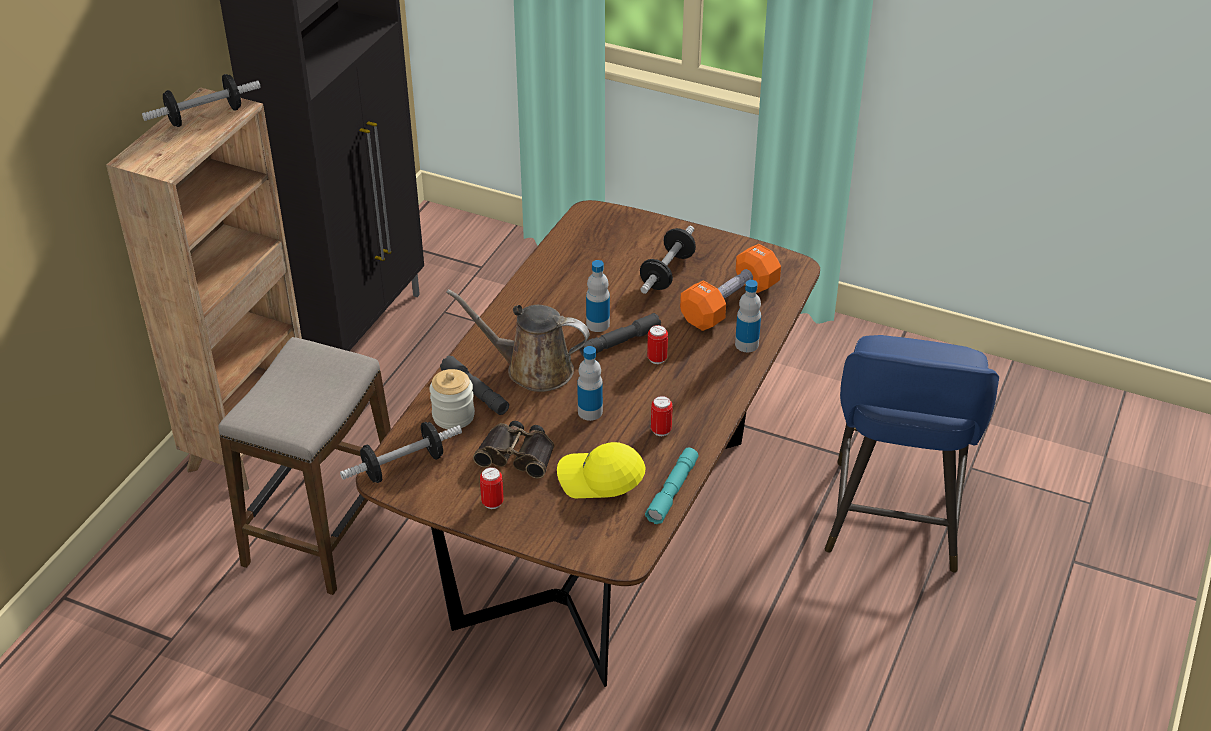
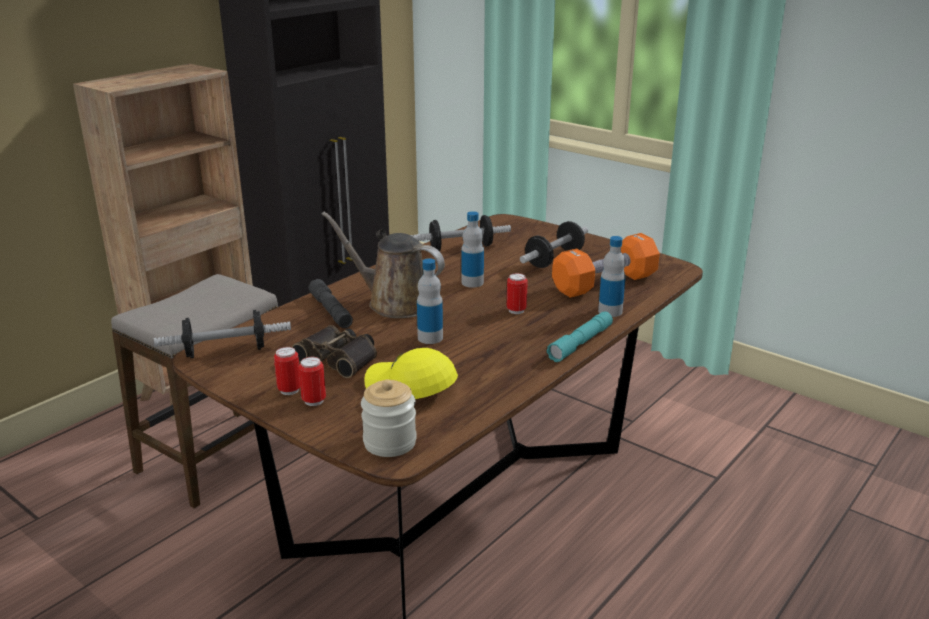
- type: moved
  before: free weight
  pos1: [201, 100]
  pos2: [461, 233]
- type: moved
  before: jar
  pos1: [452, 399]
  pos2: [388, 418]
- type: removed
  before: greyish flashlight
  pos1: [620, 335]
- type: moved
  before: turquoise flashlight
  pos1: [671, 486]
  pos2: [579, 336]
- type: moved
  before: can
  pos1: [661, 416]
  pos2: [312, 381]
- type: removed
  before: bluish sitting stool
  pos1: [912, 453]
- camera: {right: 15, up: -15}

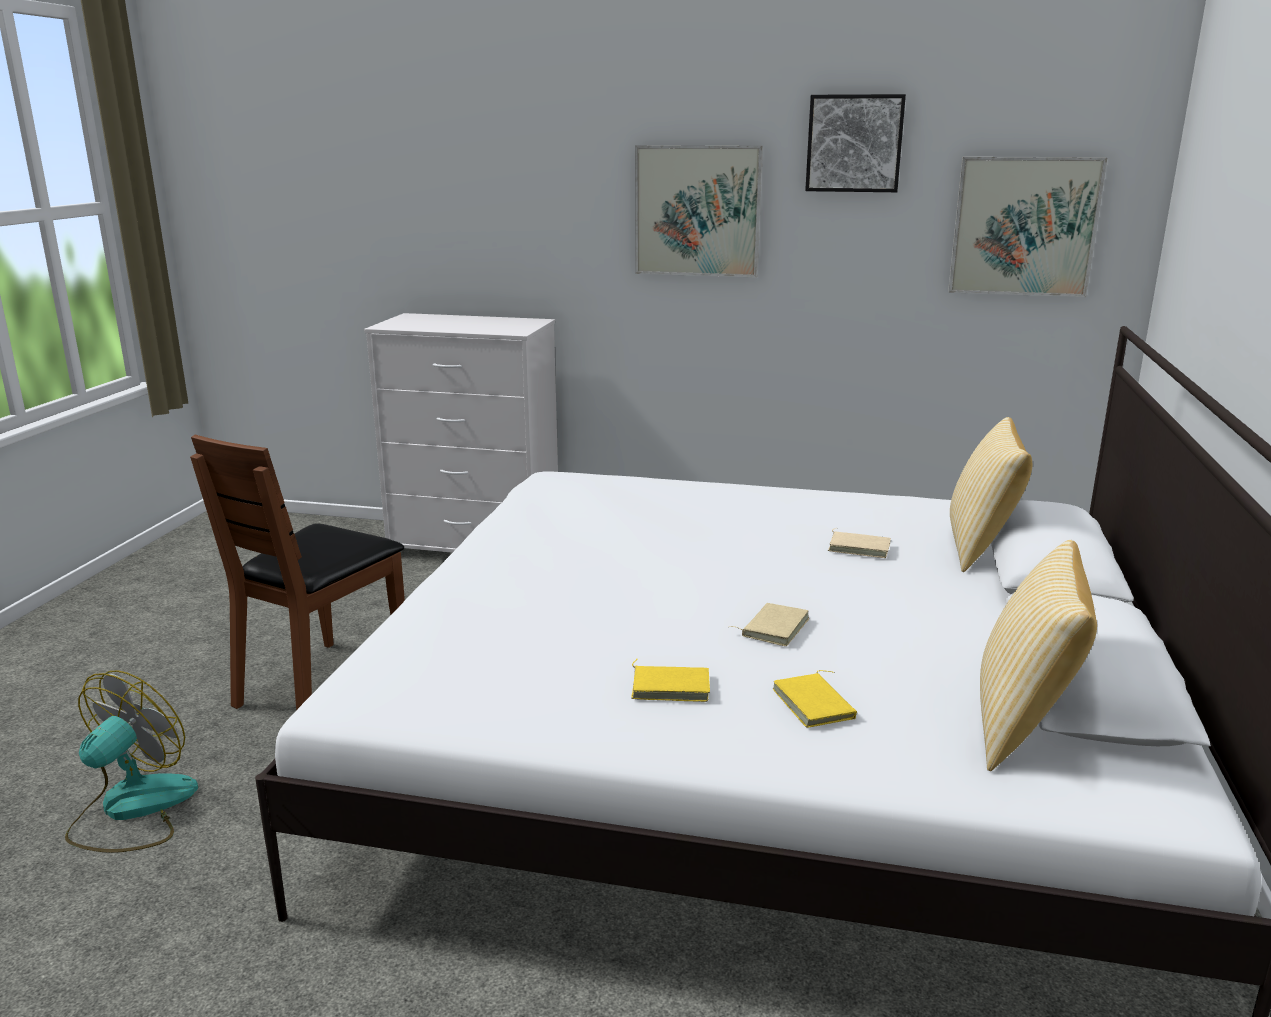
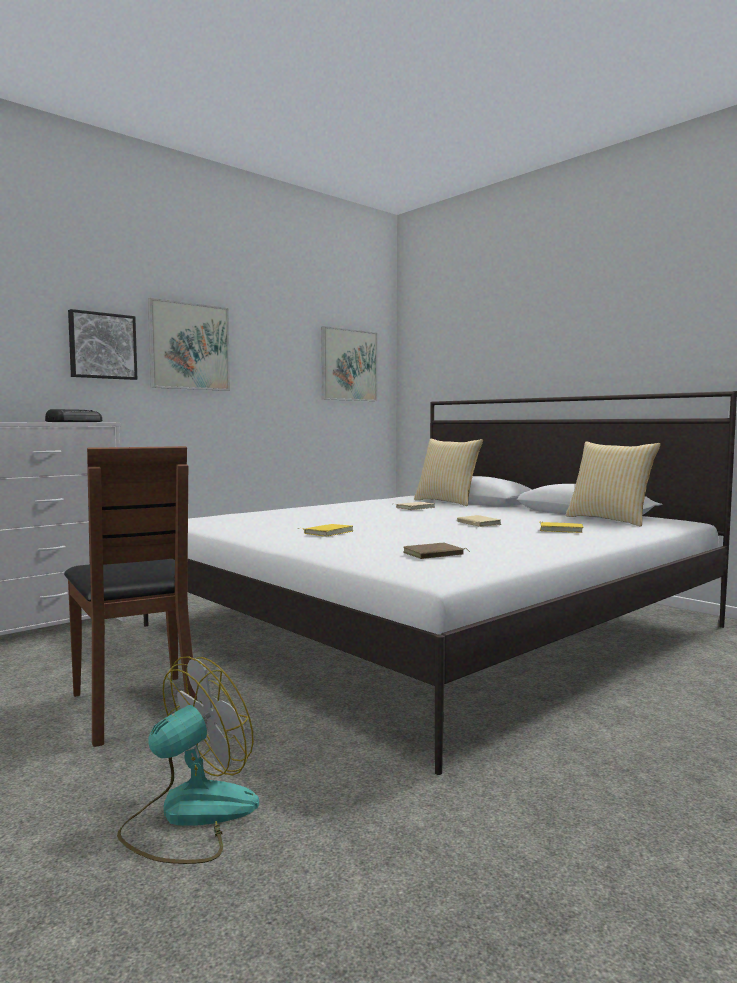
- type: turned
  before: fan
  pos1: [131, 761]
  pos2: [188, 760]
  turn: 75
- type: moved
  before: yellow volume
  pos1: [670, 680]
  pos2: [325, 530]
- type: moved
  before: wall art
  pos1: [855, 143]
  pos2: [102, 344]
- type: added
  after: radio set
  pos2: [73, 415]
- type: added
  after: brown volume
  pos2: [436, 551]
- camera: {right: -55, up: -15}

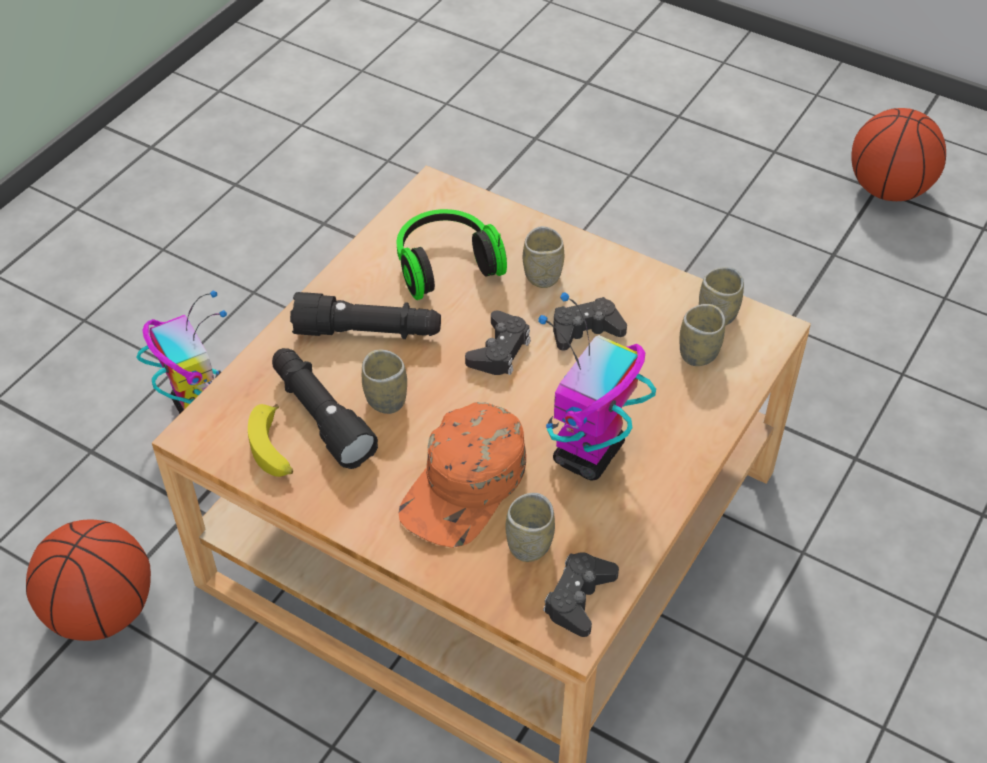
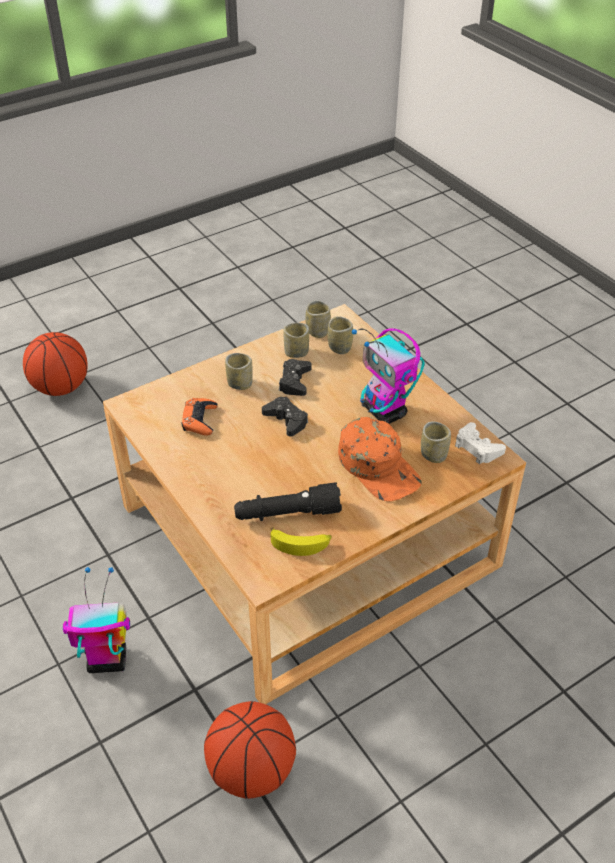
- type: removed
  before: black-coloured flashlight
  pos1: [365, 315]
- type: moved
  before: small cup
  pos1: [384, 382]
  pos2: [296, 340]
- type: replaced
  before: headset
  after: orange-coloured joypad
  pos1: [452, 254]
  pos2: [199, 417]
- type: recoloured
  before: black-coloured joypad
  after: white joypad
  pos1: [581, 594]
  pos2: [480, 443]
- type: moved
  before: ball for basketball
  pos1: [898, 154]
  pos2: [55, 364]
- camera: {right: -65, up: -5}

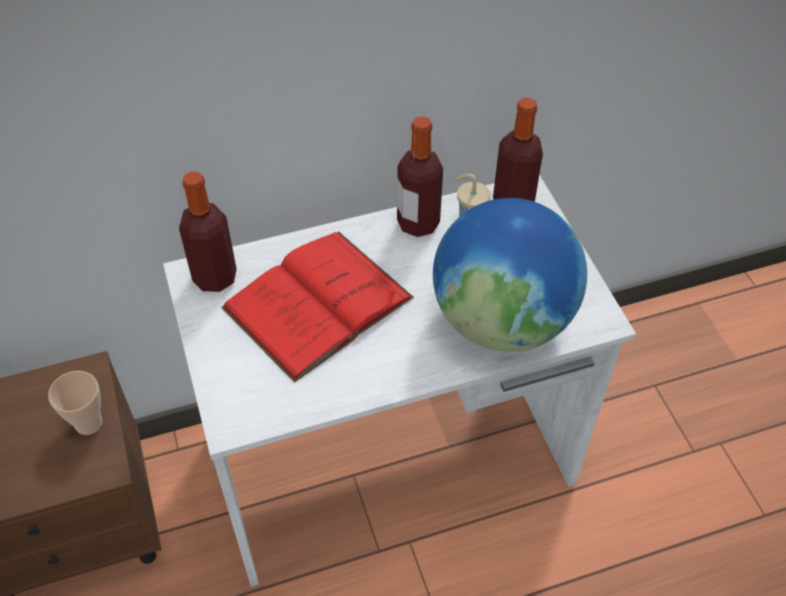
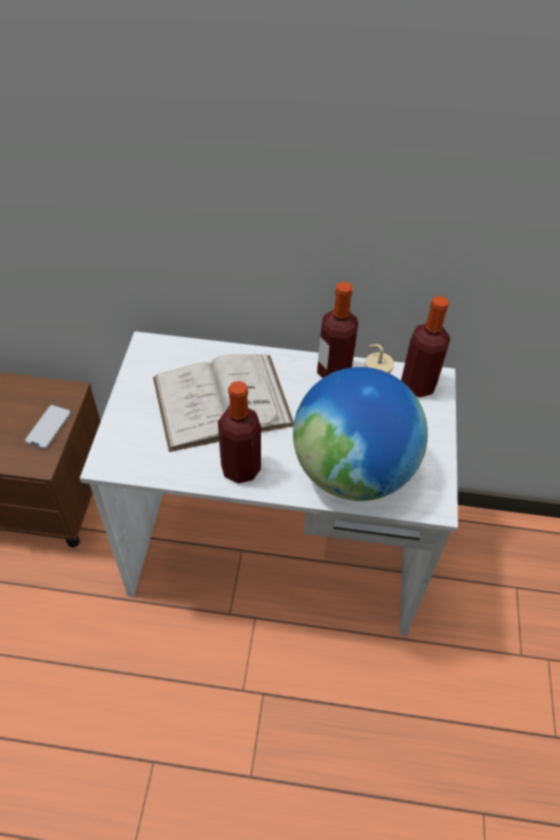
- type: replaced
  before: small cup
  after: telephone
  pos1: [75, 403]
  pos2: [48, 426]
- type: moved
  before: bottle
  pos1: [208, 232]
  pos2: [239, 432]
- type: recoloured
  before: red volume
  after: white volume
  pos1: [317, 307]
  pos2: [223, 403]
- camera: {right: 25, up: 0}

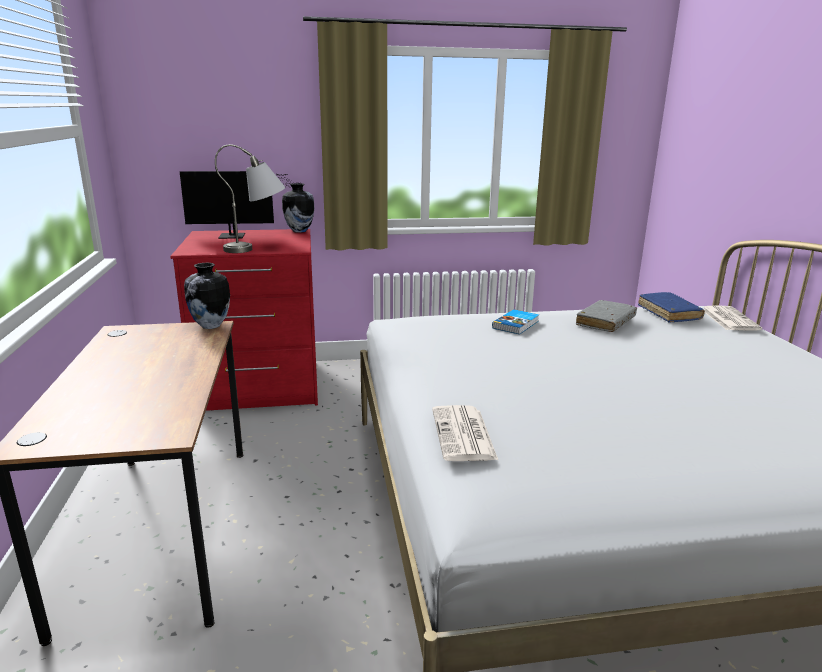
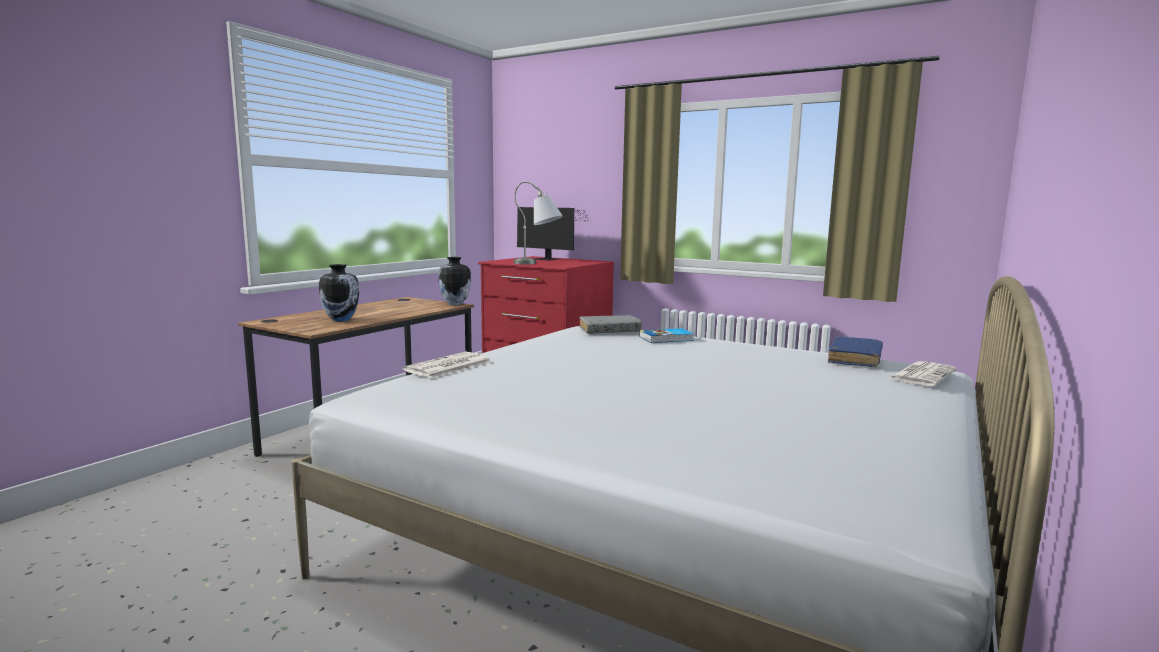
- type: moved
  before: vase
  pos1: [298, 208]
  pos2: [339, 293]
- type: moved
  before: greyish volume
  pos1: [606, 316]
  pos2: [610, 324]
- camera: {right: 40, up: -10}

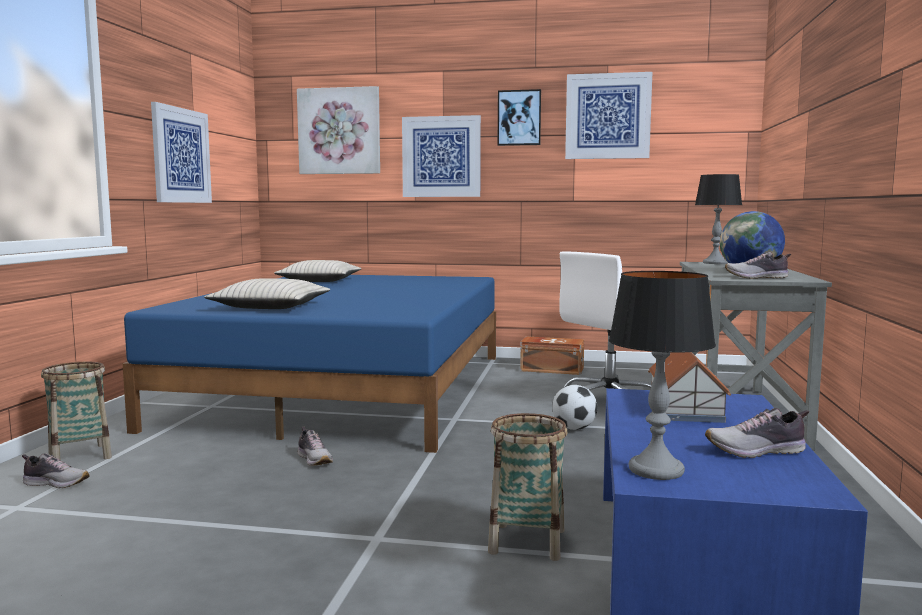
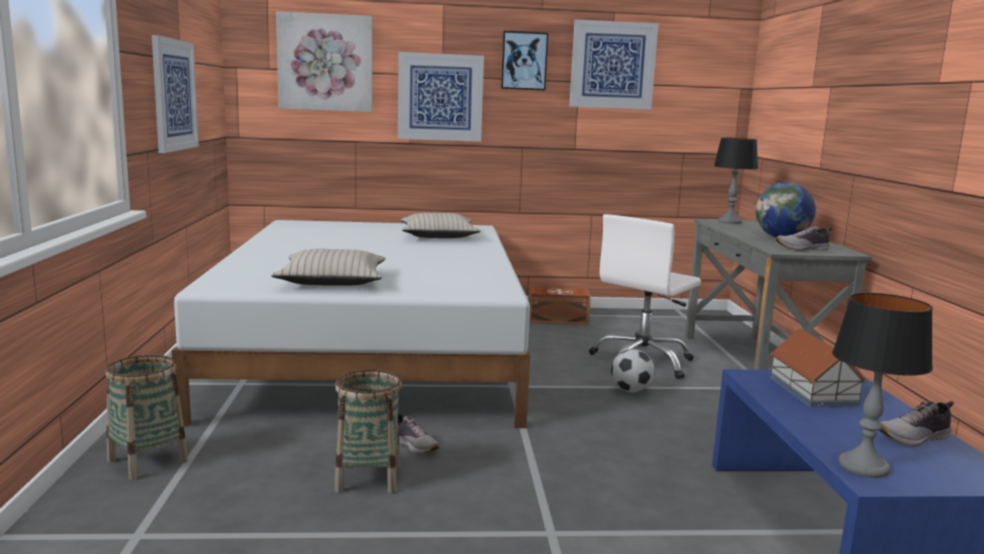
- type: removed
  before: low shoe
  pos1: [56, 470]
- type: recoloured
  before: bluish sleeping bed
  after: white sleeping bed
  pos1: [309, 364]
  pos2: [350, 324]
- type: moved
  before: beige throw pillow
  pos1: [317, 271]
  pos2: [441, 225]
- type: moved
  before: household basket
  pos1: [528, 487]
  pos2: [368, 431]
- camera: {right: -15, up: 5}

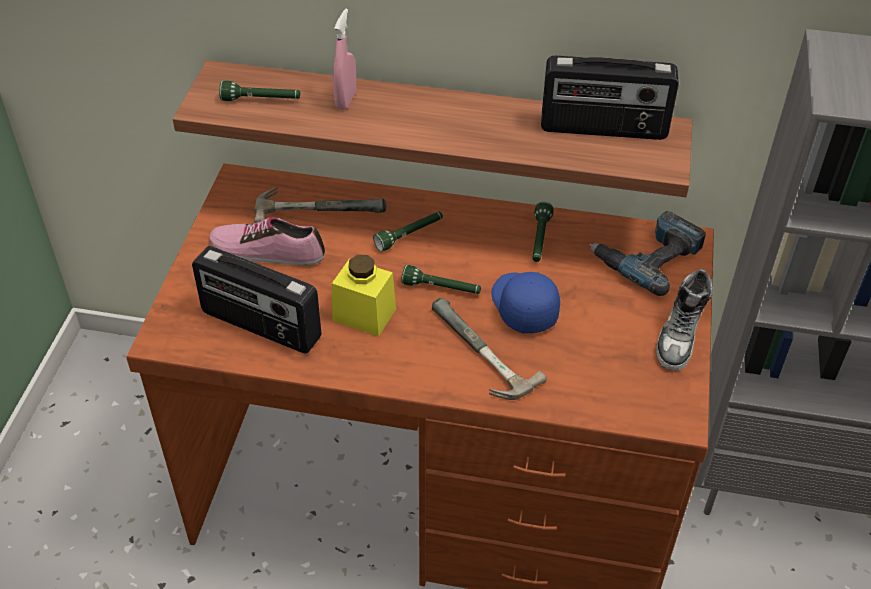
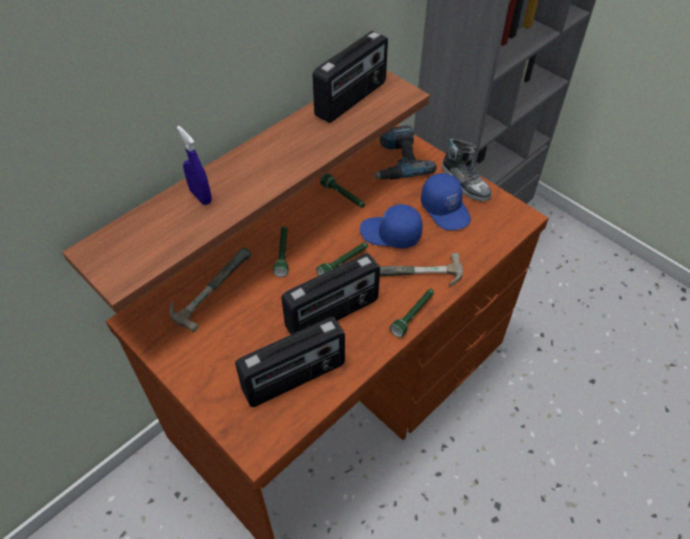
- type: removed
  before: low shoe
  pos1: [267, 241]
- type: moved
  before: greenish flashlight
  pos1: [259, 91]
  pos2: [412, 313]
- type: replaced
  before: yellow jar
  after: radio set
  pos1: [364, 296]
  pos2: [330, 294]
- type: recoloured
  before: pinkish sprayer
  after: bluish sprayer
  pos1: [345, 59]
  pos2: [194, 165]
- type: added
  after: bluish peaked cap
  pos2: [446, 201]
- camera: {right: -55, up: 5}

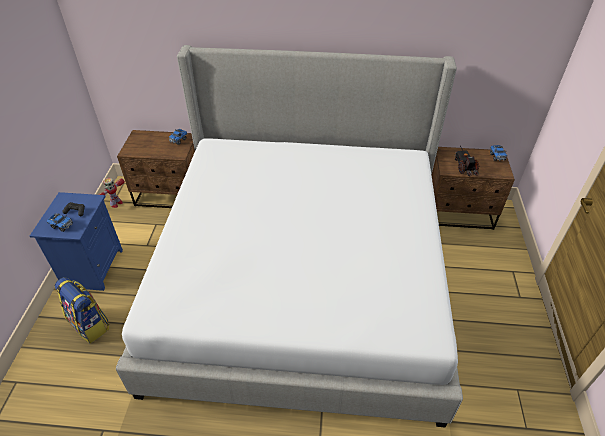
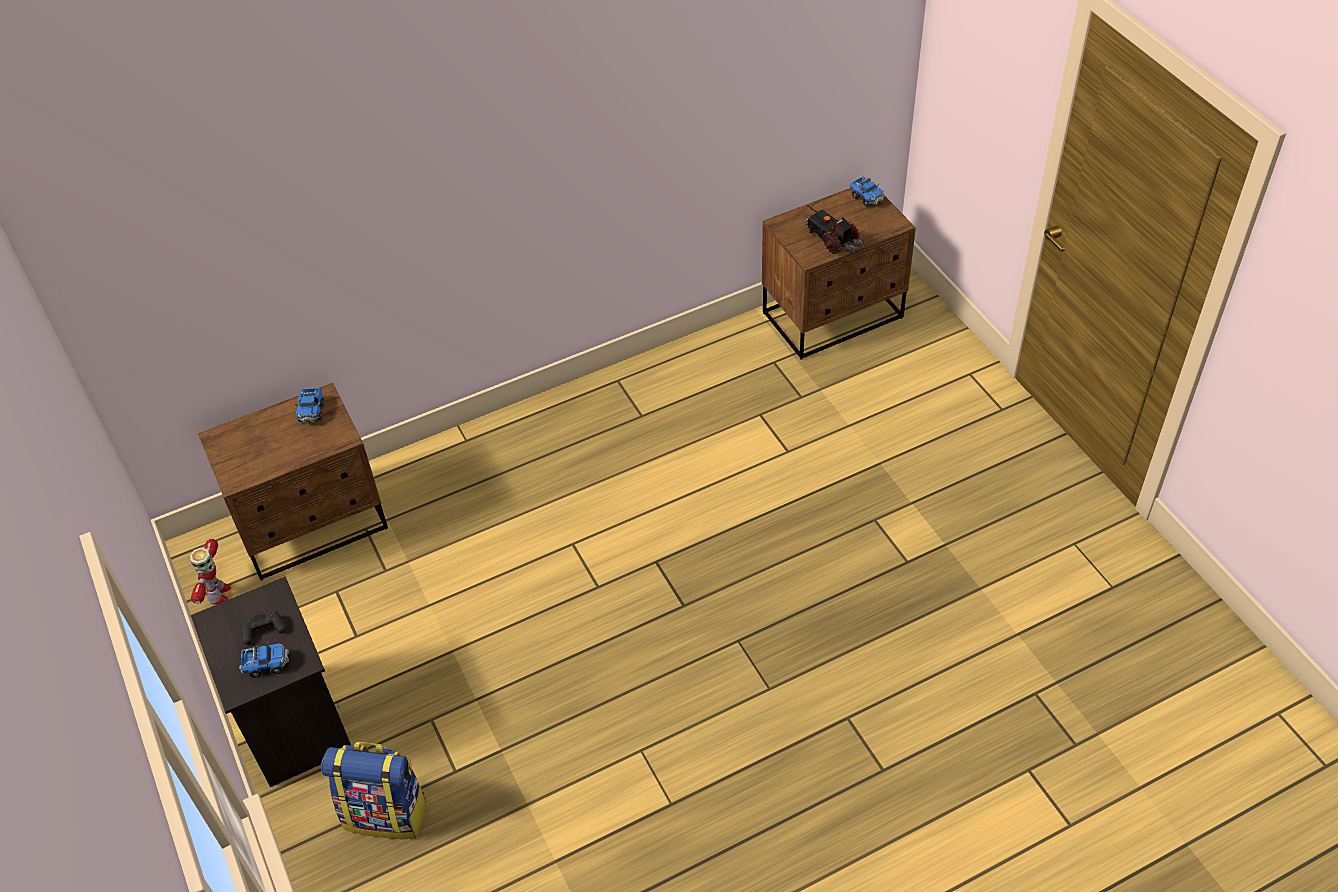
- type: recoloured
  before: bluish nightstand
  after: black-coloured nightstand
  pos1: [76, 241]
  pos2: [271, 682]
- type: removed
  before: sleeping bed
  pos1: [289, 236]
- camera: {right: -30, up: 5}

